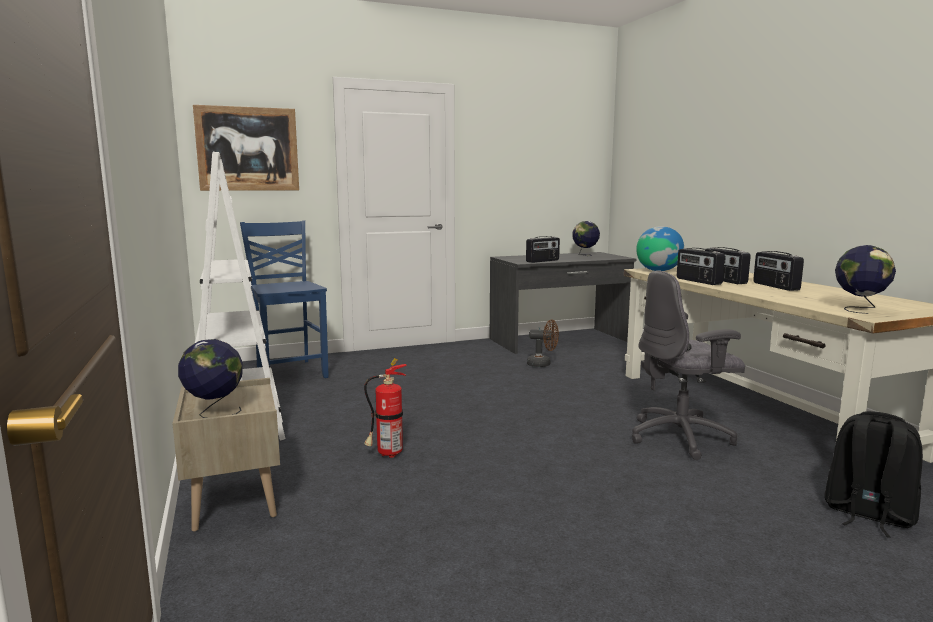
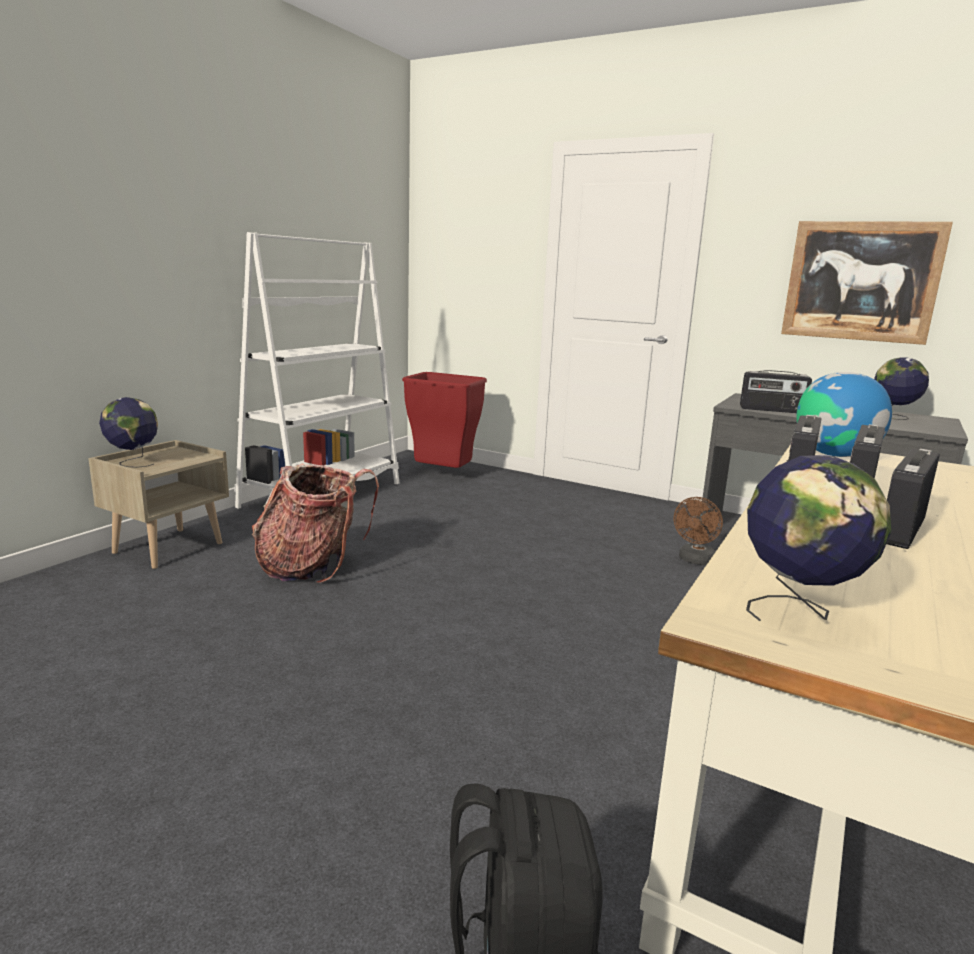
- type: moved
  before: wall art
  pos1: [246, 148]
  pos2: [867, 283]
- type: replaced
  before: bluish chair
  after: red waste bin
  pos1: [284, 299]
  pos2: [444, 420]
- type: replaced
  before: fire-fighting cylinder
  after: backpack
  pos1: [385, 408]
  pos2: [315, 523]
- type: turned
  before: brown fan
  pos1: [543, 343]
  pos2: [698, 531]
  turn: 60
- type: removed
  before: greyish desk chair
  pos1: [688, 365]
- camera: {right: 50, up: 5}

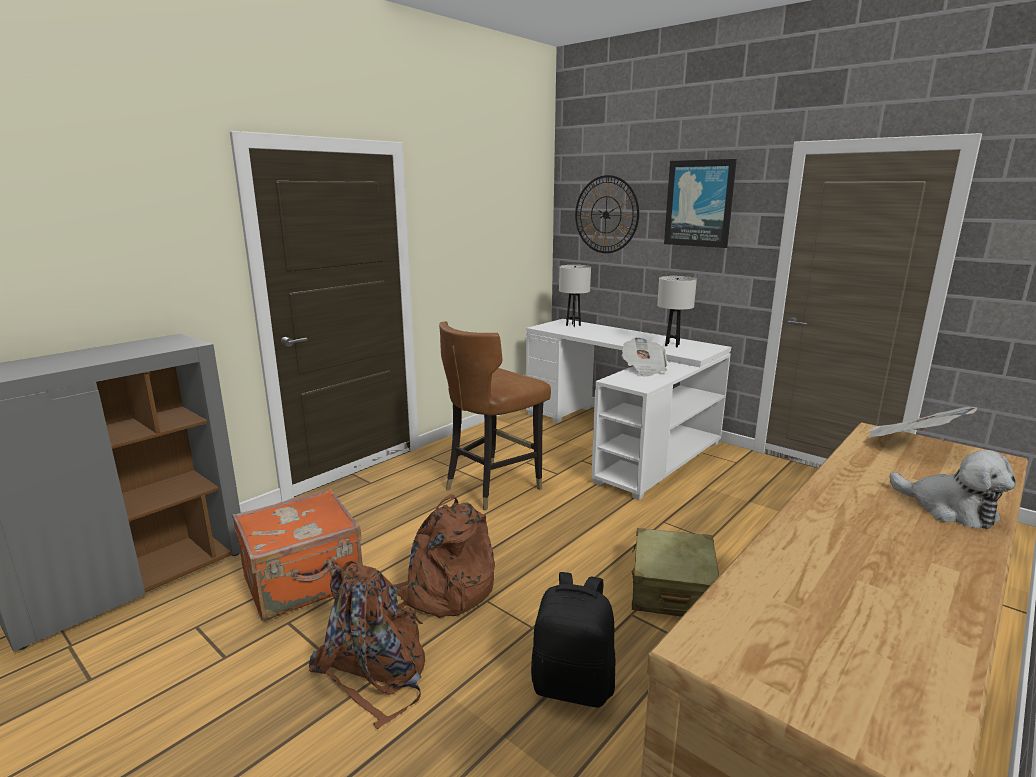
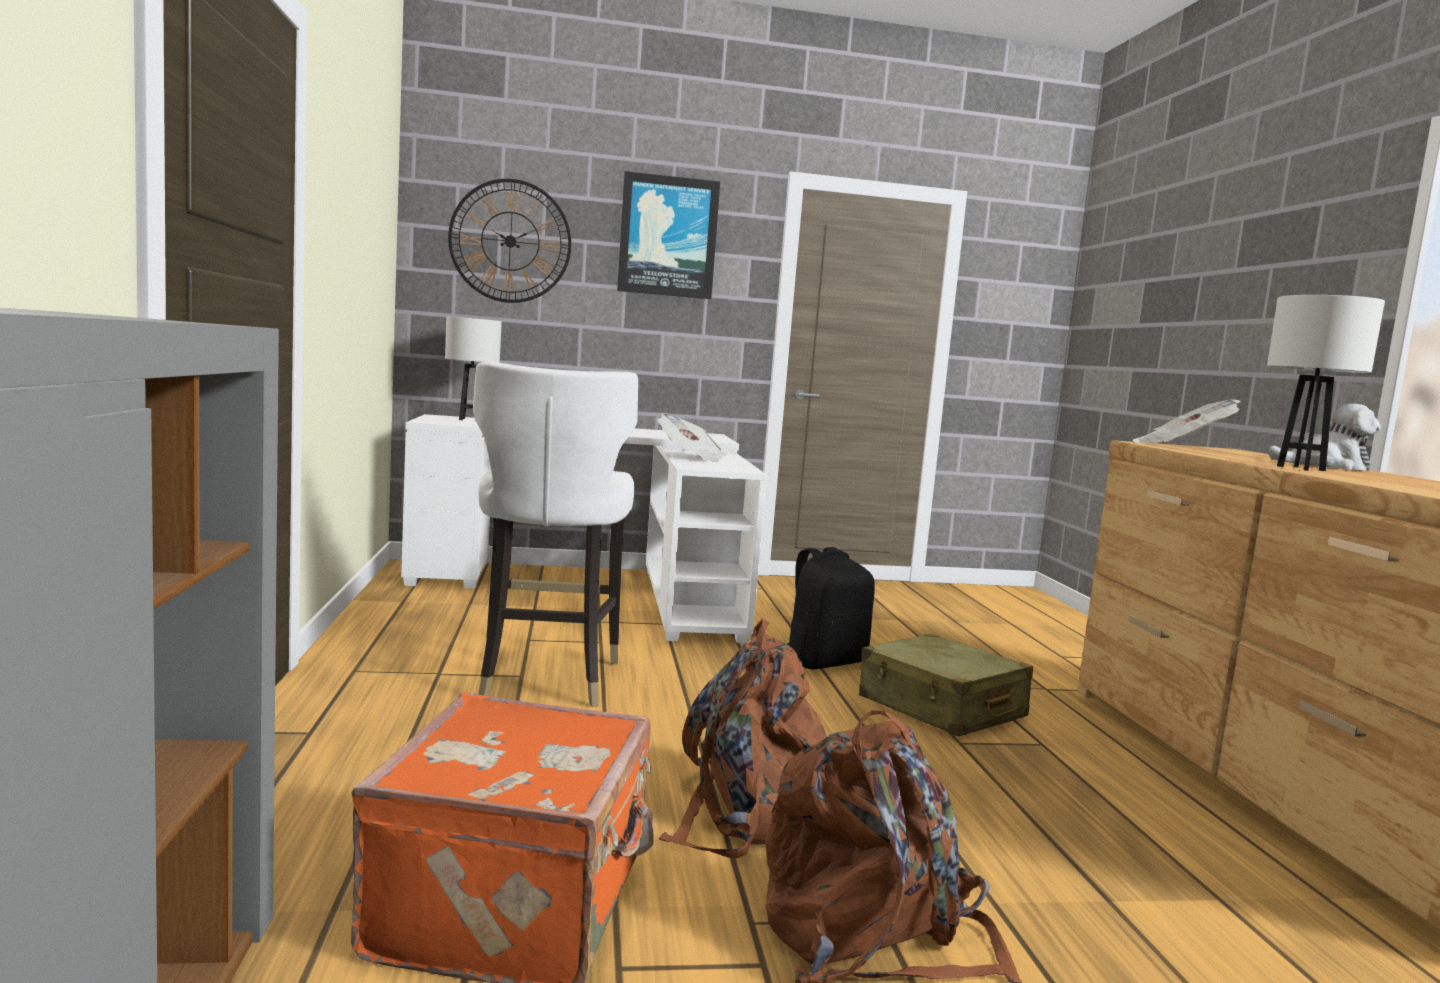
- type: recoloured
  before: brown chair
  after: white chair
  pos1: [495, 415]
  pos2: [555, 534]
- type: moved
  before: black-coloured backpack
  pos1: [573, 640]
  pos2: [831, 608]
- type: moved
  before: white table lamp
  pos1: [677, 311]
  pos2: [1326, 383]
- camera: {right: -50, up: -10}

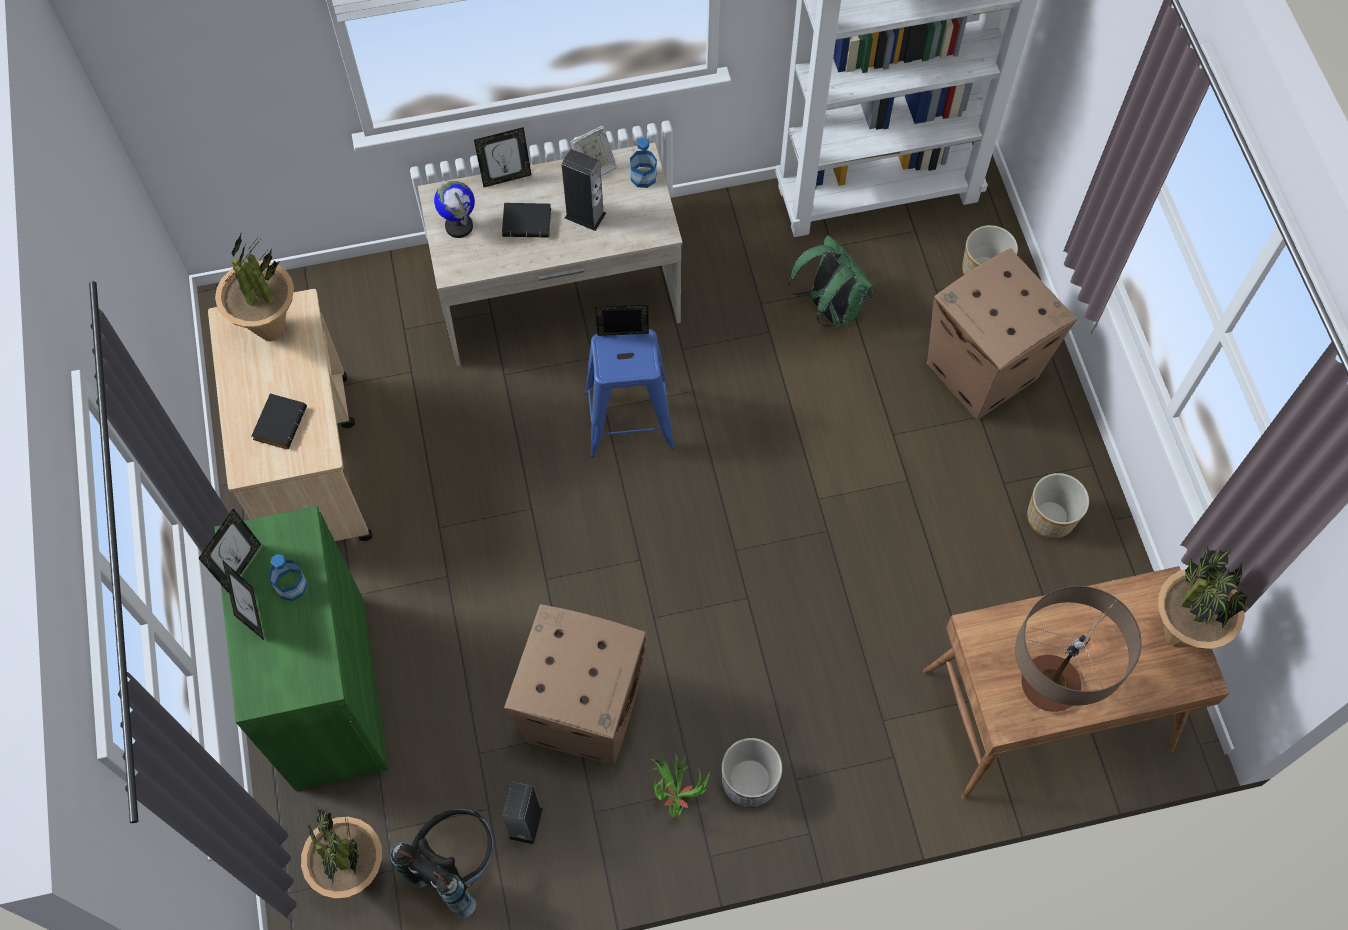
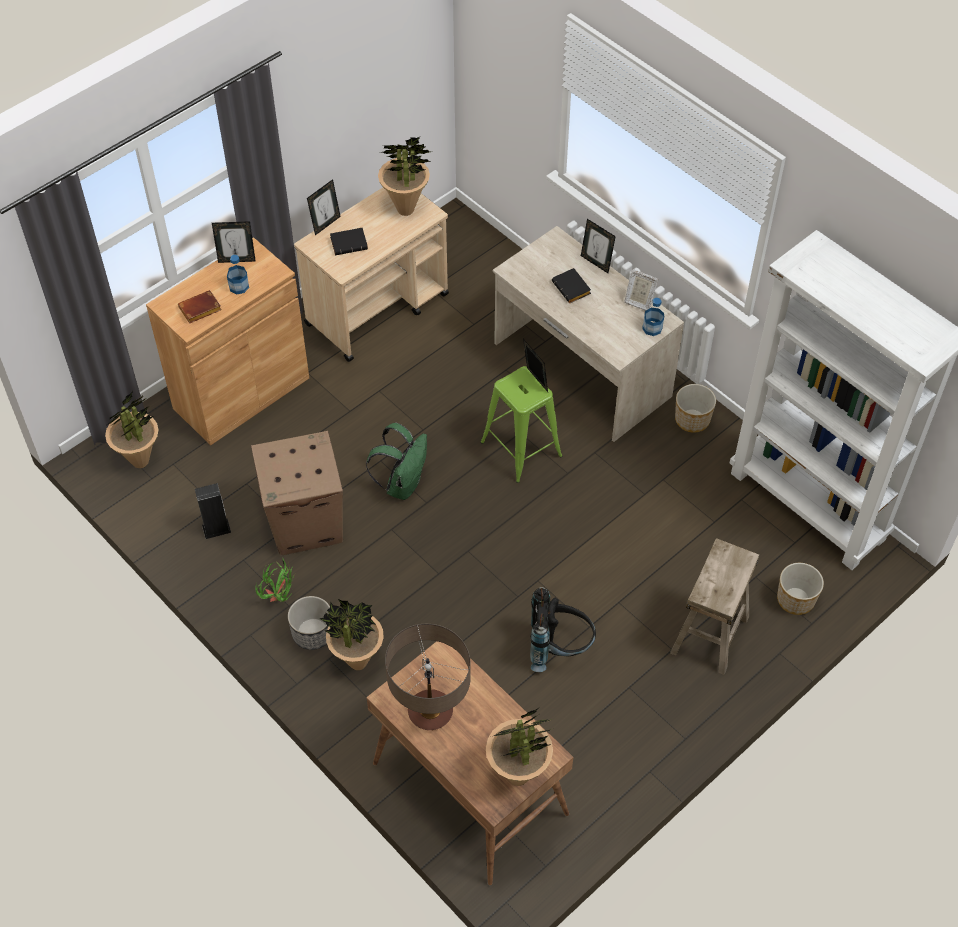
- type: recoloured
  before: greenish cupboard
  after: brown cupboard
  pos1: [302, 648]
  pos2: [227, 341]
- type: moved
  before: standing frame
  pos1: [243, 600]
  pos2: [324, 207]
- type: moved
  before: black-coloured backpack
  pos1: [442, 863]
  pos2: [563, 629]
- type: removed
  before: desk globe
  pos1: [454, 209]
- type: removed
  before: speaker
  pos1: [583, 190]
- type: recoloured
  before: bluish sitting stool
  after: greenish sitting stool
  pos1: [630, 393]
  pos2: [521, 424]
- type: moved
  before: greenish backpack
  pos1: [830, 281]
  pos2: [396, 461]
- type: replaced
  before: packing box
  after: beige sitting stool
  pos1: [1001, 334]
  pos2: [714, 606]
- type: moved
  before: planter
  pos1: [1058, 506]
  pos2: [695, 408]
- type: added
  after: brown volume
  pos2: [200, 307]
- type: added
  after: plant in a pot
  pos2: [351, 634]
- camera: {right: 60, up: -10}

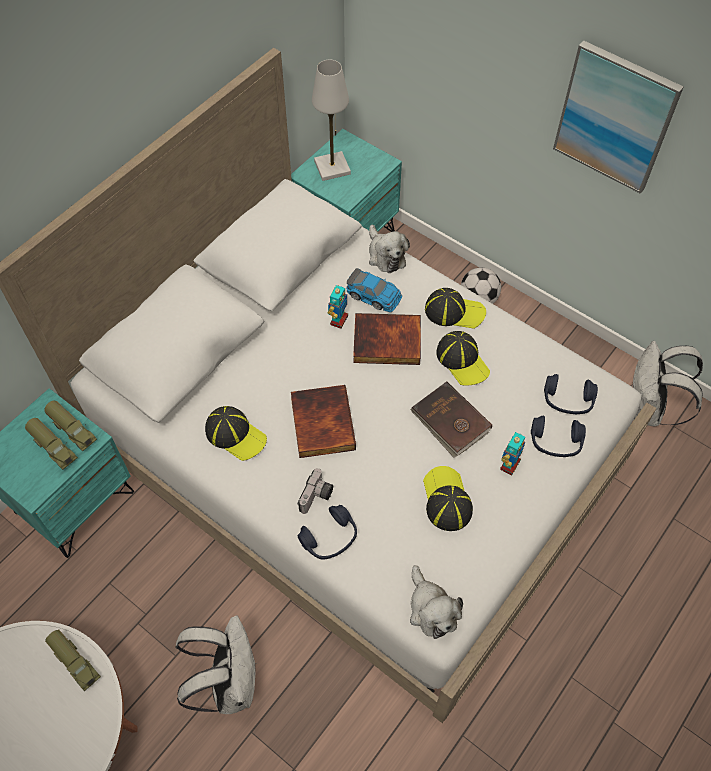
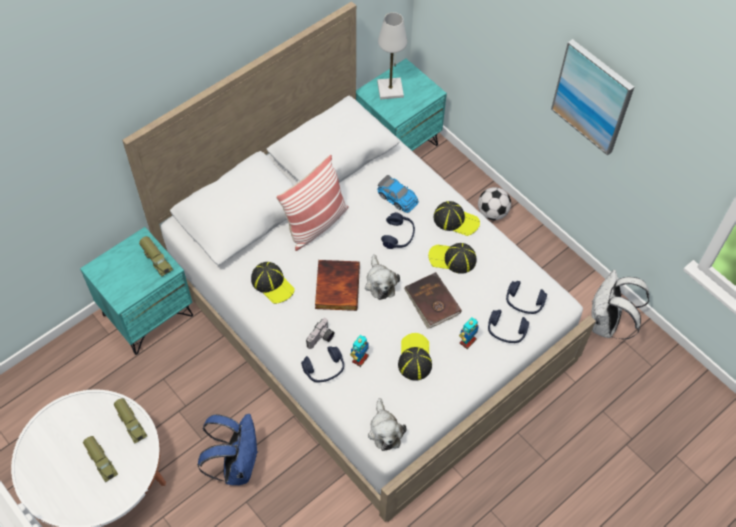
- type: moved
  before: model truck
  pos1: [51, 444]
  pos2: [100, 459]
- type: recoloured
  before: white backpack
  after: bluish backpack
  pos1: [215, 664]
  pos2: [227, 449]
- type: moved
  before: model robot
  pos1: [337, 307]
  pos2: [359, 351]
- type: replaced
  before: volume
  after: bluish headset
  pos1: [387, 339]
  pos2: [398, 230]
- type: moved
  before: plush toy
  pos1: [389, 249]
  pos2: [382, 277]
- type: turned
  before: peaked cap
  pos1: [463, 358]
  pos2: [452, 258]
  turn: 120
- type: added
  after: throw pillow
  pos2: [312, 203]
- camera: {right: 10, up: 0}

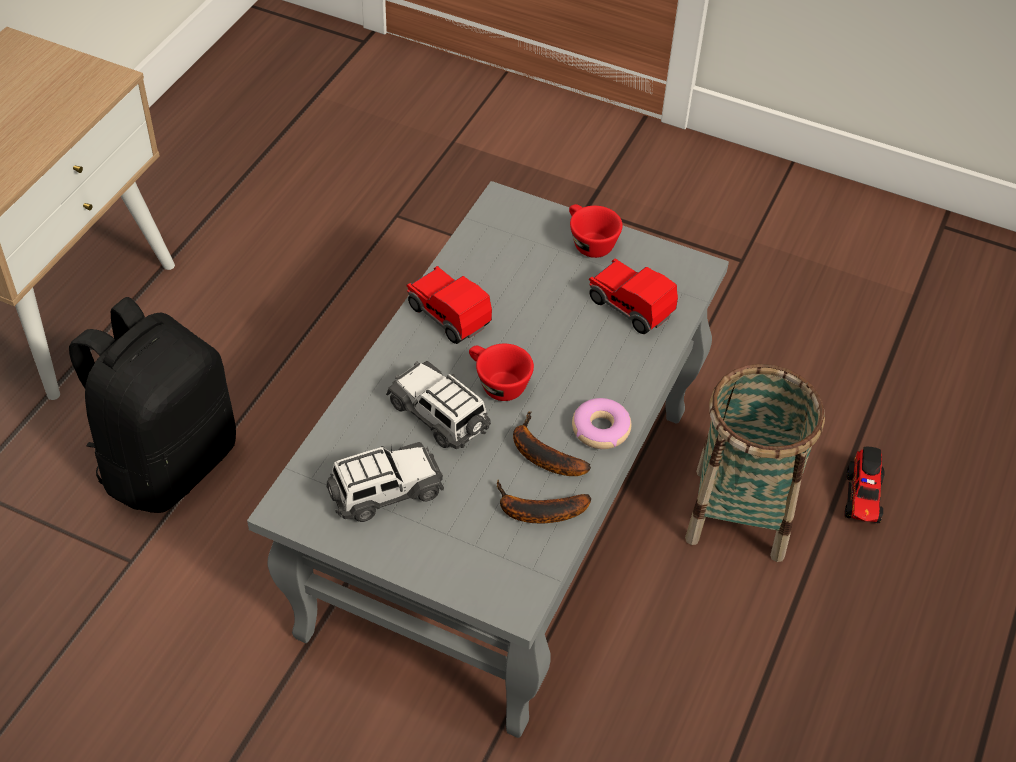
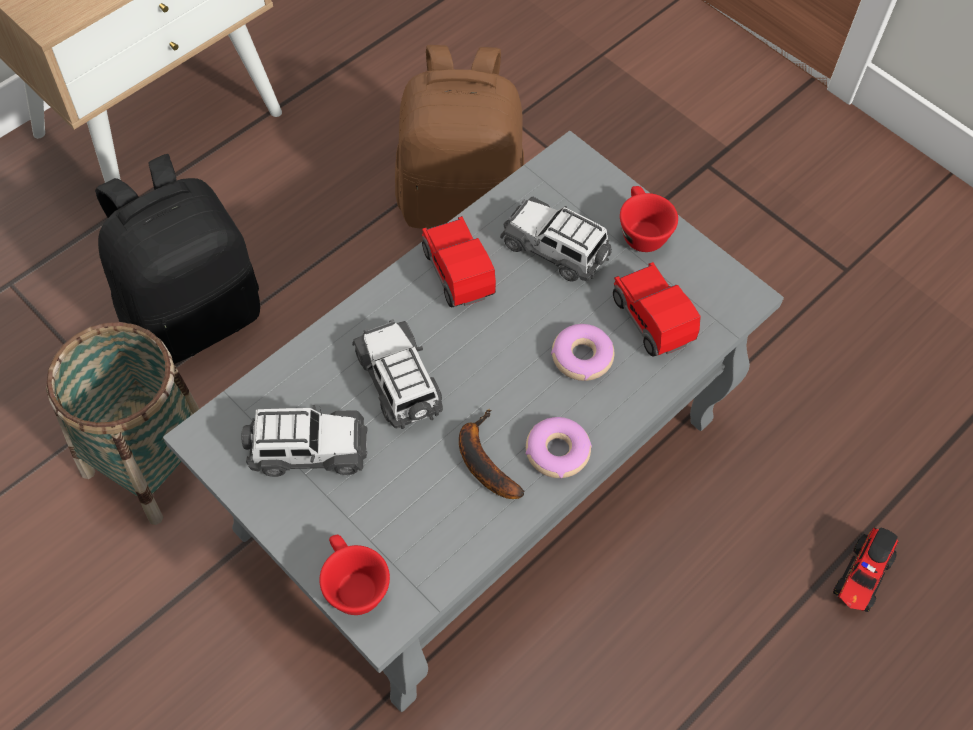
- type: moved
  before: red small cup
  pos1: [501, 372]
  pos2: [355, 575]
- type: removed
  before: banana
  pos1: [544, 501]
- type: moved
  before: household basket
  pos1: [755, 463]
  pos2: [123, 423]
- type: added
  after: brown backpack
  pos2: [459, 137]
- type: added
  after: model car
  pos2: [556, 239]
- type: added
  after: donut
  pos2: [582, 352]
- camera: {right: 20, up: 10}

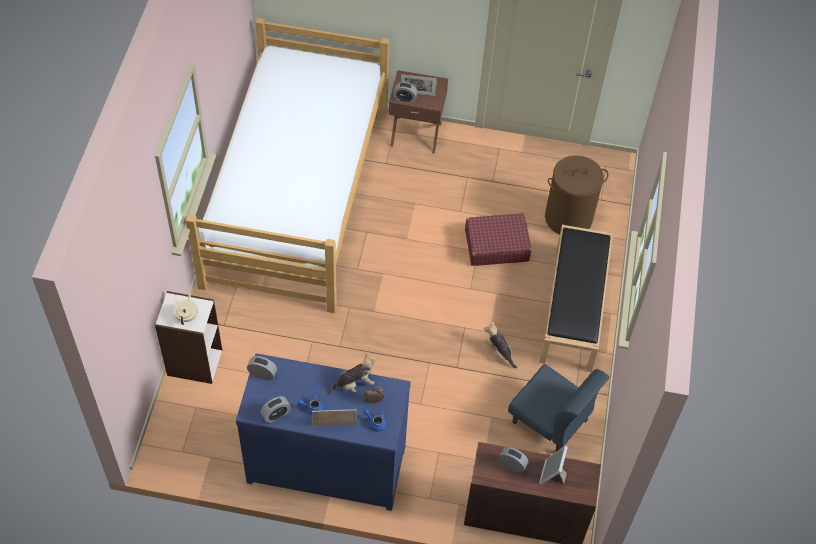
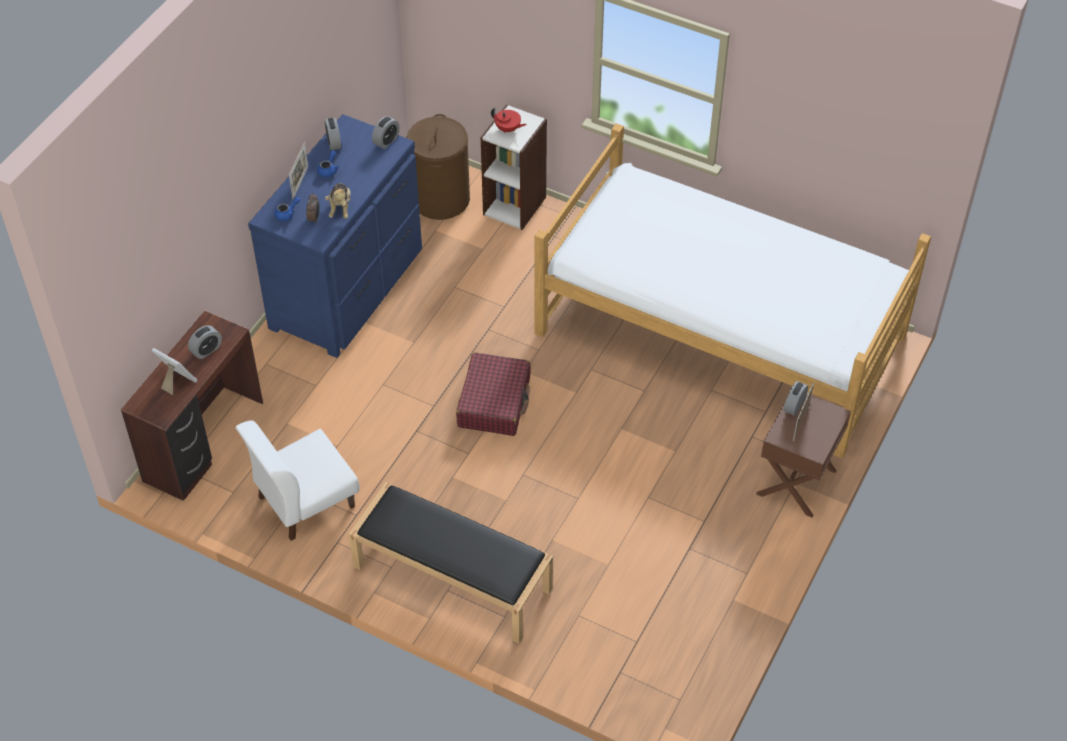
- type: recoloured
  before: beige teapot
  after: red teapot
  pos1: [186, 309]
  pos2: [509, 120]
- type: moved
  before: red piece of luggage
  pos1: [498, 239]
  pos2: [493, 394]
- type: removed
  before: plush toy
  pos1: [500, 344]
- type: recoloured
  before: bluish chair
  after: white chair
  pos1: [558, 408]
  pos2: [298, 480]
- type: moved
  before: brown laundry basket
  pos1: [576, 195]
  pos2: [438, 167]
- camera: {right: 110, up: -5}

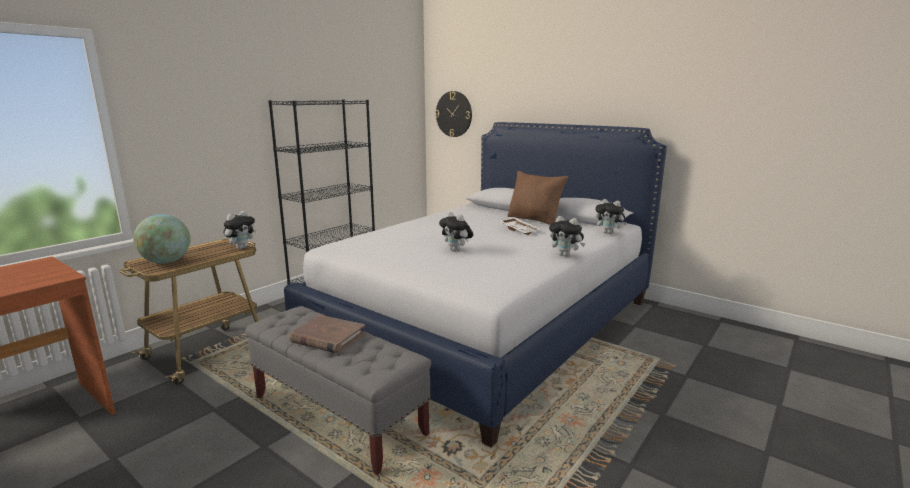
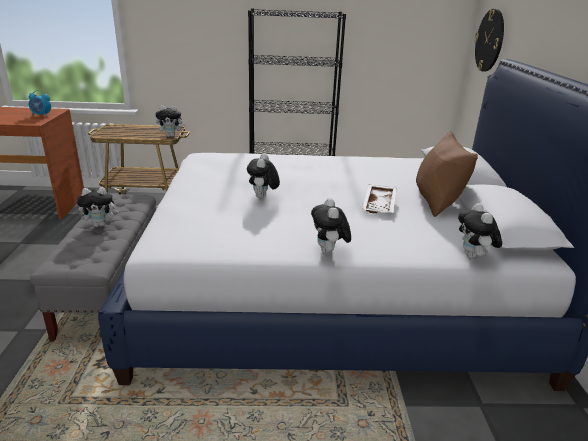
- type: removed
  before: desk globe
  pos1: [161, 239]
- type: replaced
  before: brown volume
  after: plush toy
  pos1: [327, 334]
  pos2: [98, 207]
- type: added
  after: alarm clock
  pos2: [40, 103]
- camera: {right: 50, up: 10}

